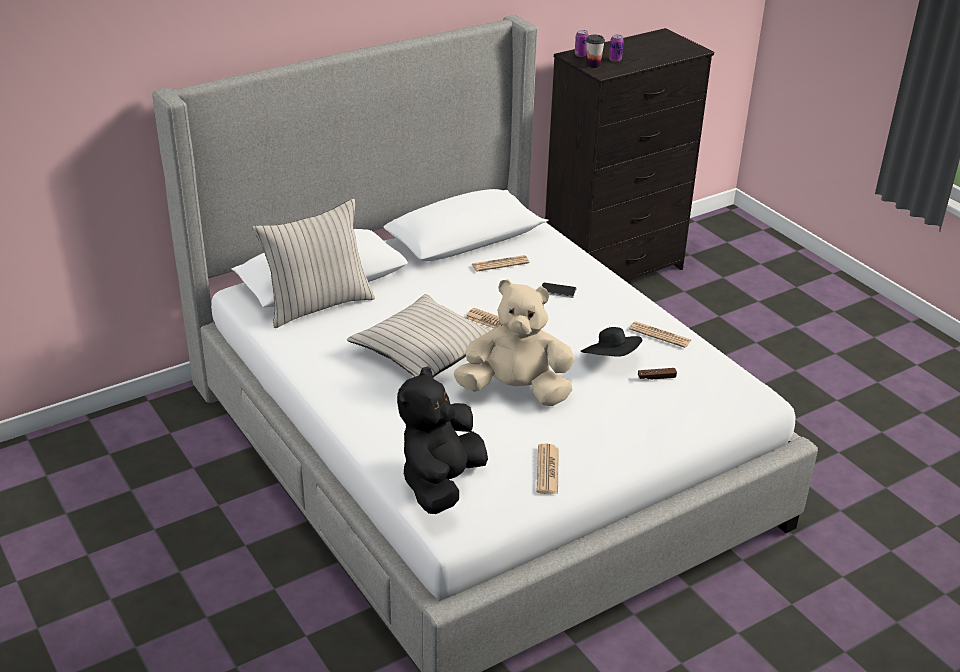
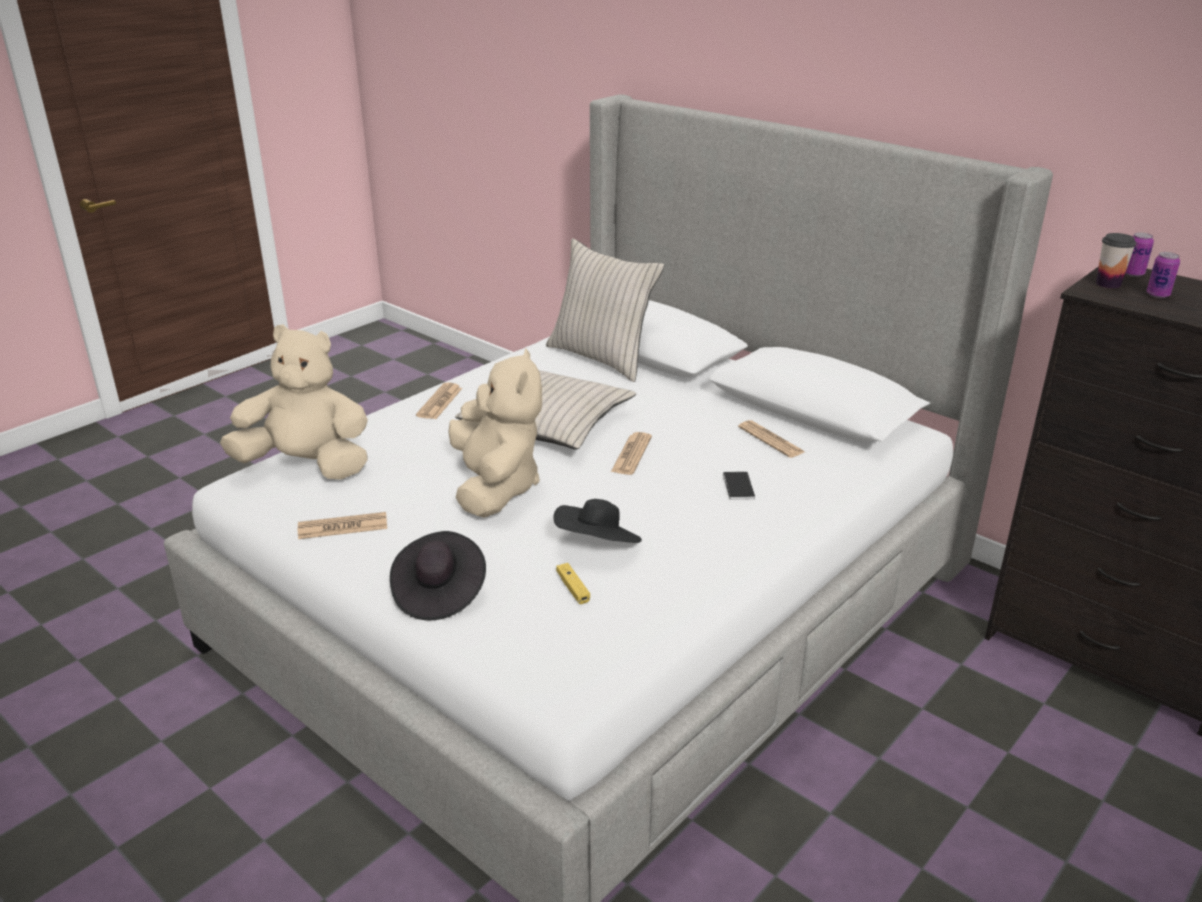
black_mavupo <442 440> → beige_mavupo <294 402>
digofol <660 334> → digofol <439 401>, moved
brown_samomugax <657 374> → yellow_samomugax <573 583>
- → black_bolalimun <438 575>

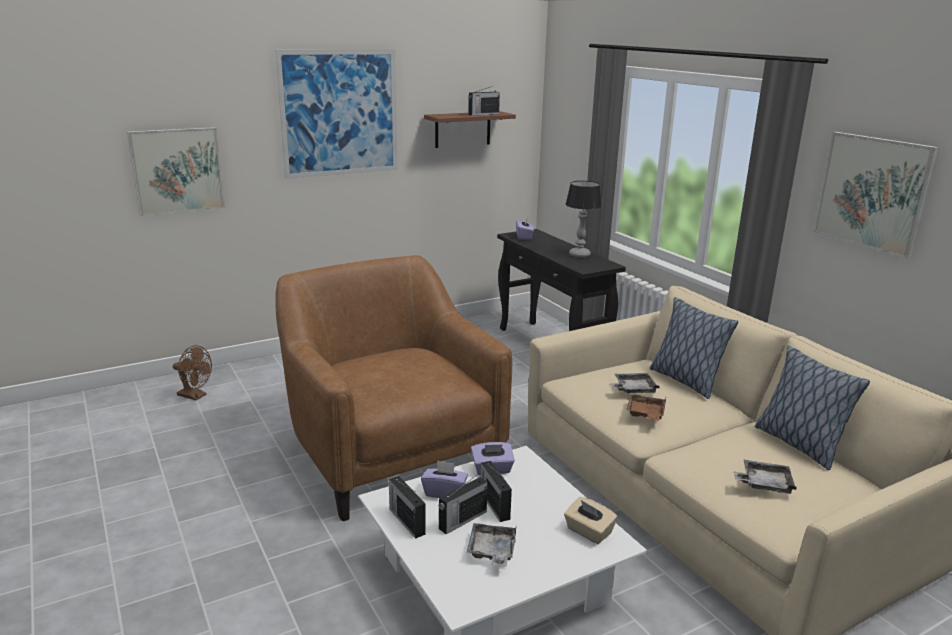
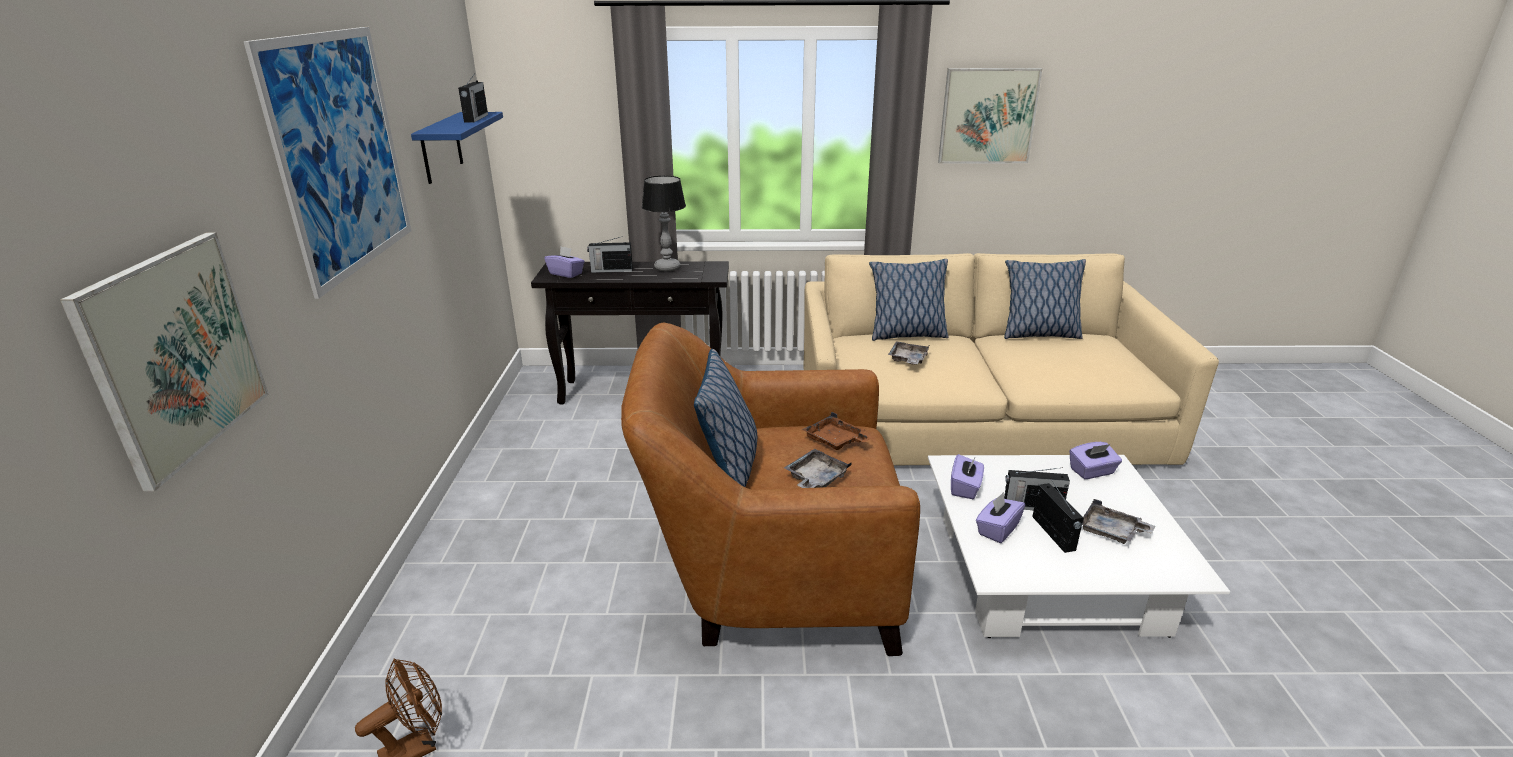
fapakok <407 507> → fapakok <610 254>, moved
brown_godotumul <470 129> → blue_godotumul <457 148>
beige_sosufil <591 520> → purple_sosufil <1096 460>
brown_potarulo <646 407> → brown_potarulo <837 431>, moved
grey_potarulo <765 477> → grey_potarulo <818 468>, moved
- → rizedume <725 418>

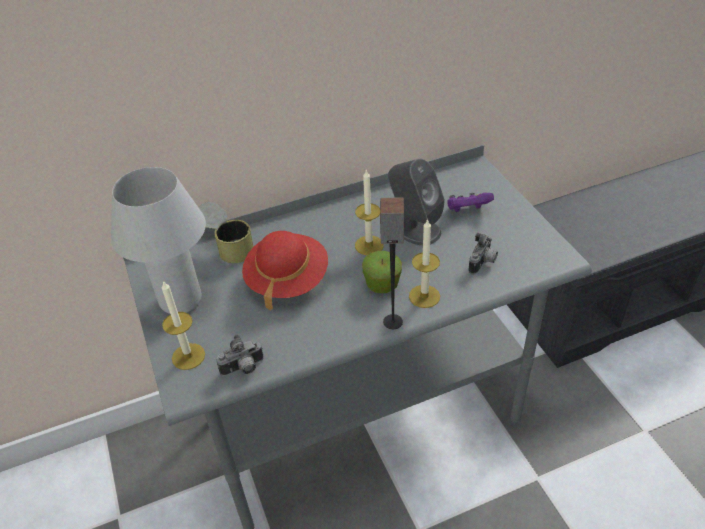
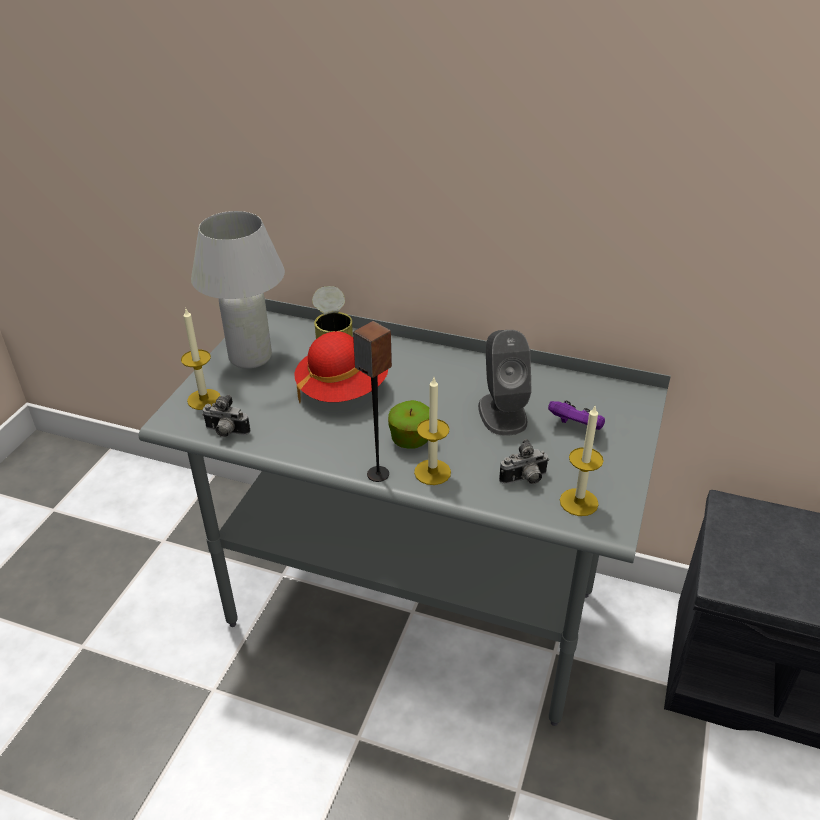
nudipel <369 212> → nudipel <582 461>, moved

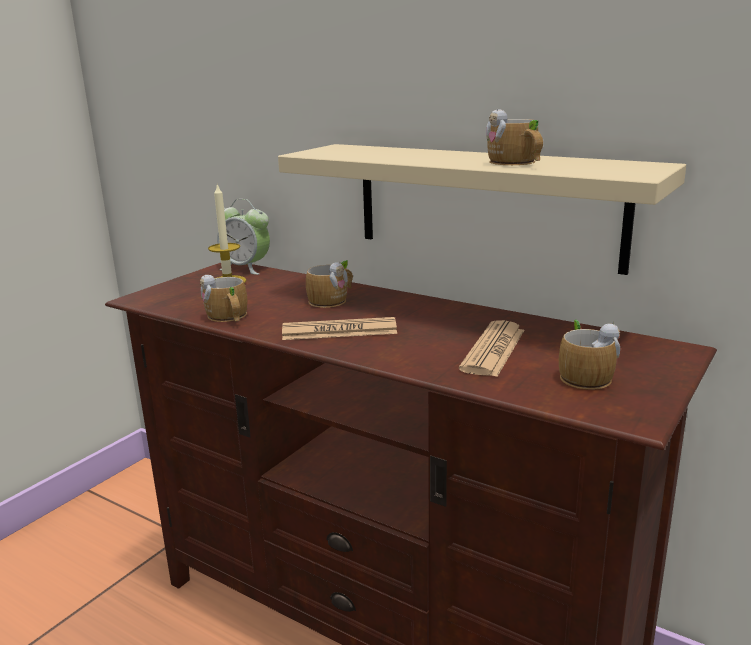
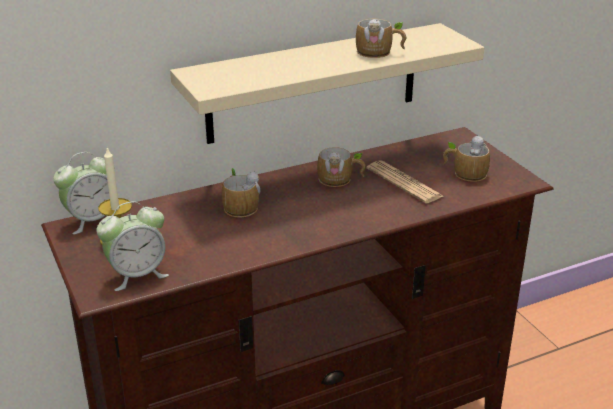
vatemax <224 298> → vatemax <341 167>, moved
digofol <339 328> → -
- → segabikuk <132 246>

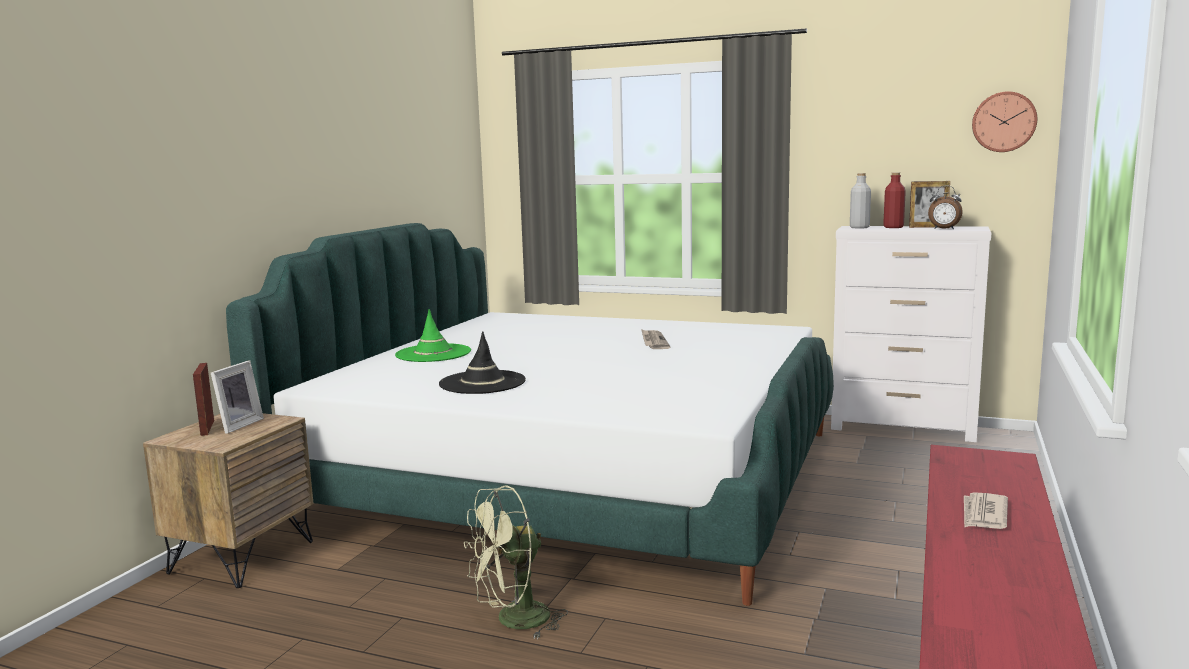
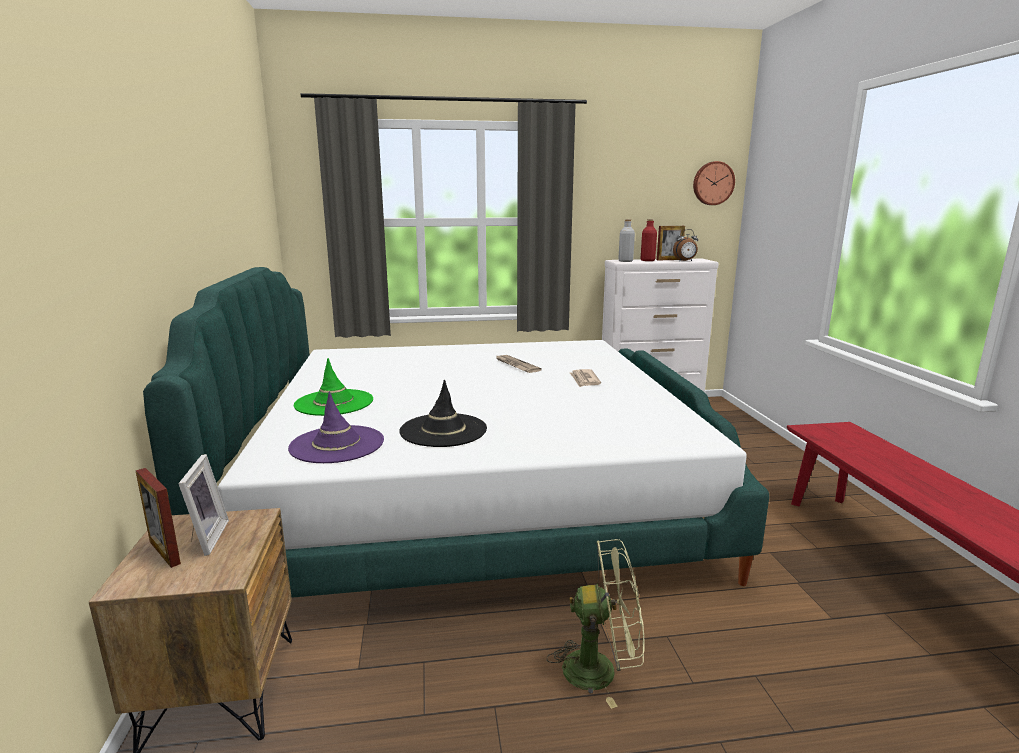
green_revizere <516 562> → green_revizere <596 624>, 120 degrees counterclockwise
digofol <986 510> → digofol <585 378>, moved
- → purple_bolalimun <336 427>

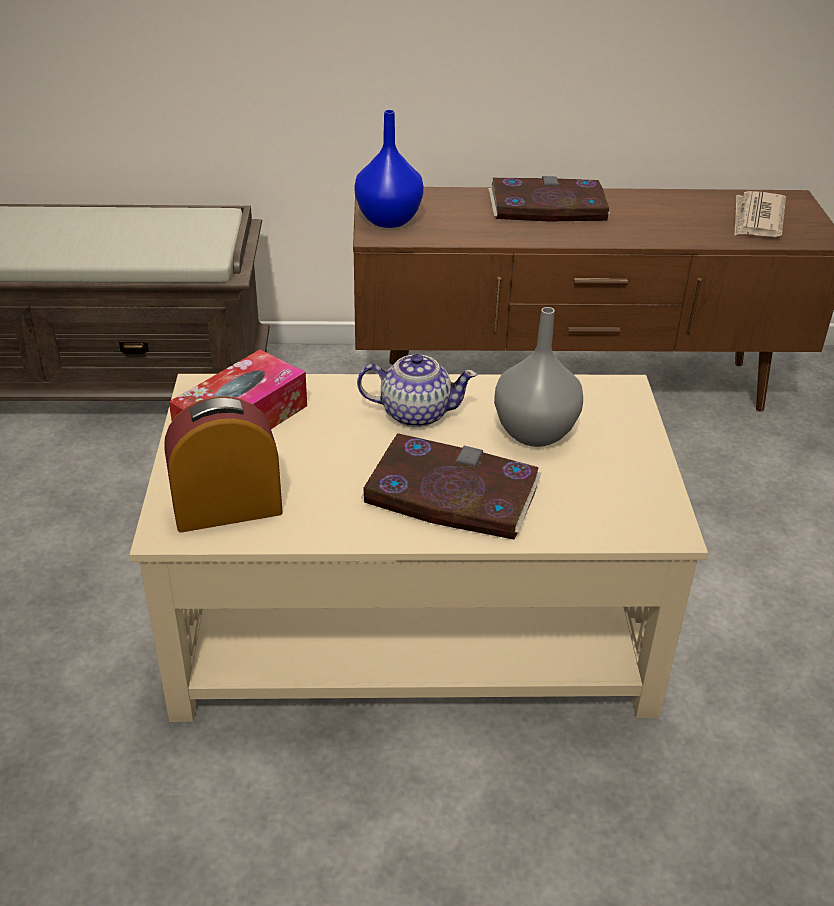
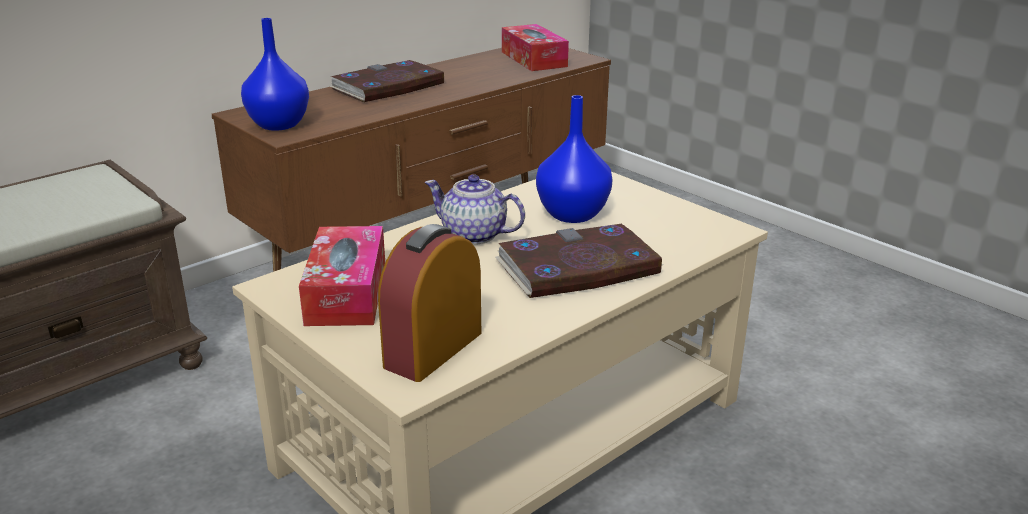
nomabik <417 390> → nomabik <474 209>, 120 degrees counterclockwise
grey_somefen <538 377> → blue_somefen <574 159>
digofol <760 214> → sosufil <535 47>

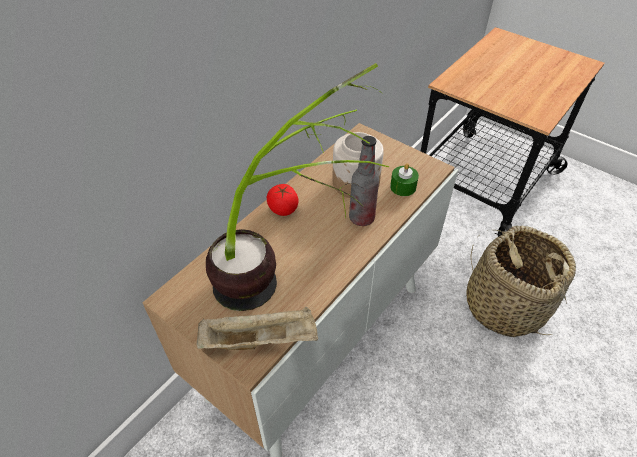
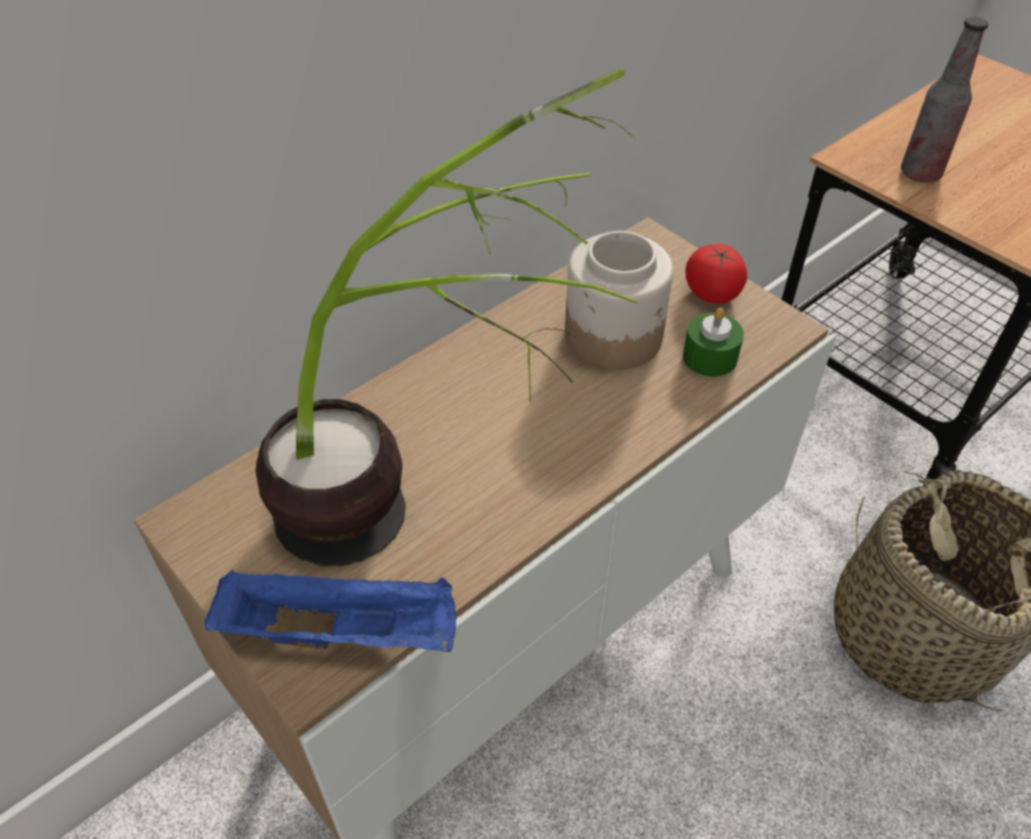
beige_potarulo <257 328> → blue_potarulo <330 610>
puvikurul <283 200> → puvikurul <716 274>, moved
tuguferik <364 181> → tuguferik <944 100>, moved

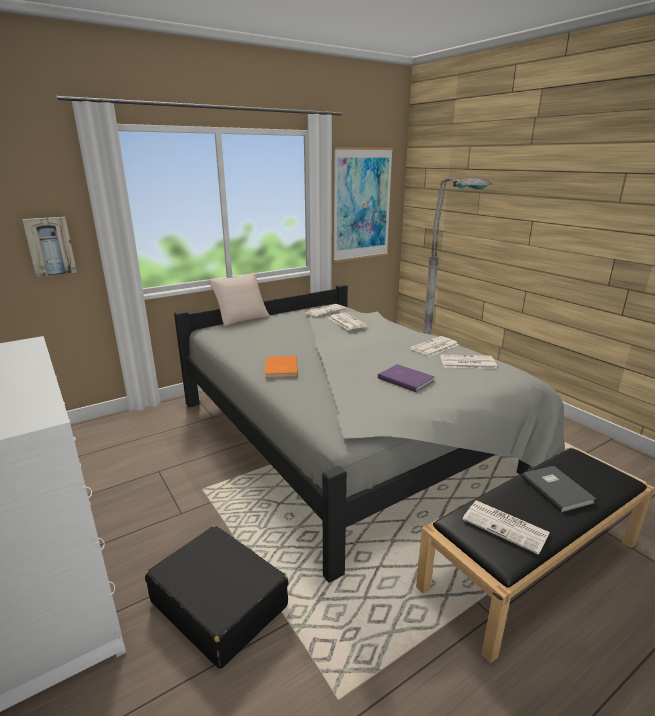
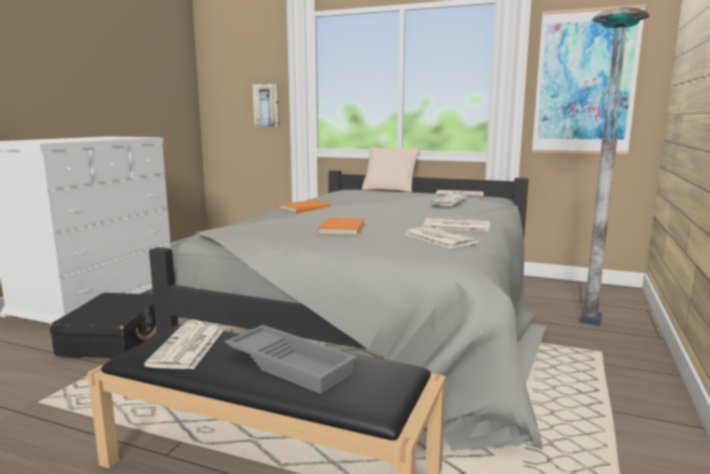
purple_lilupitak <406 378> → orange_lilupitak <341 227>
grey_lilupitak <559 489> → grey_potarulo <291 359>

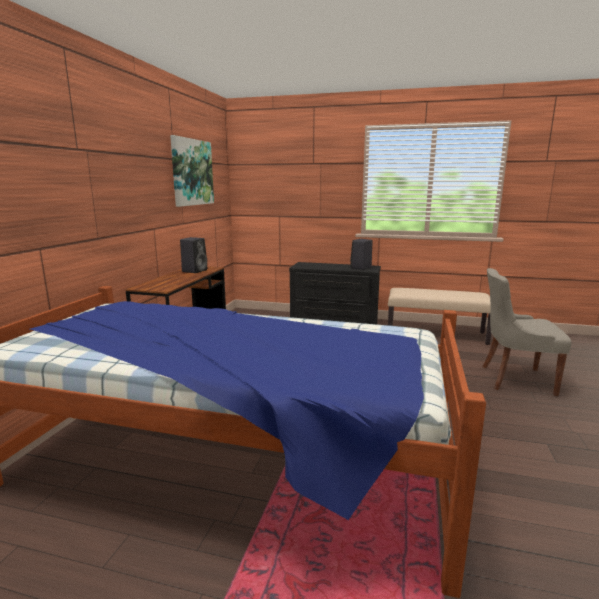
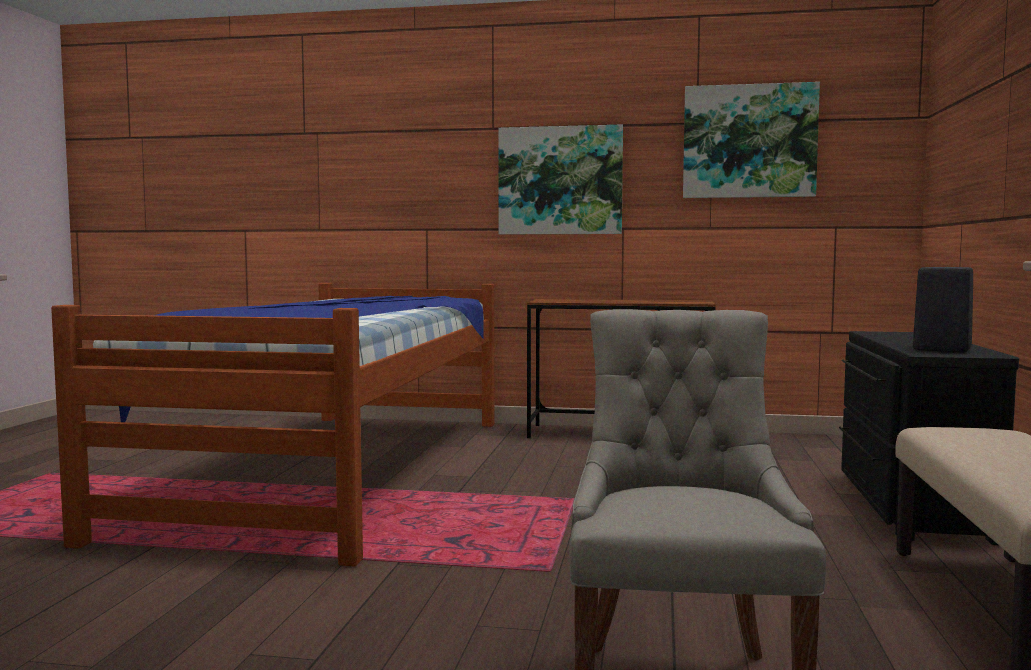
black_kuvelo <193 255> → -
- → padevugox <560 179>

